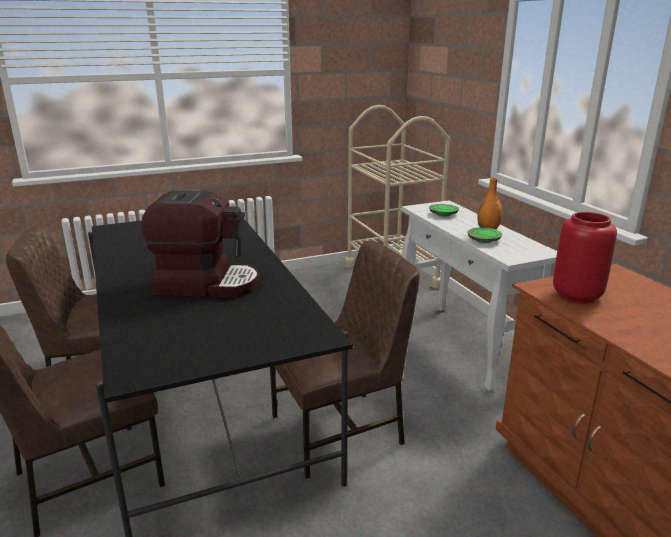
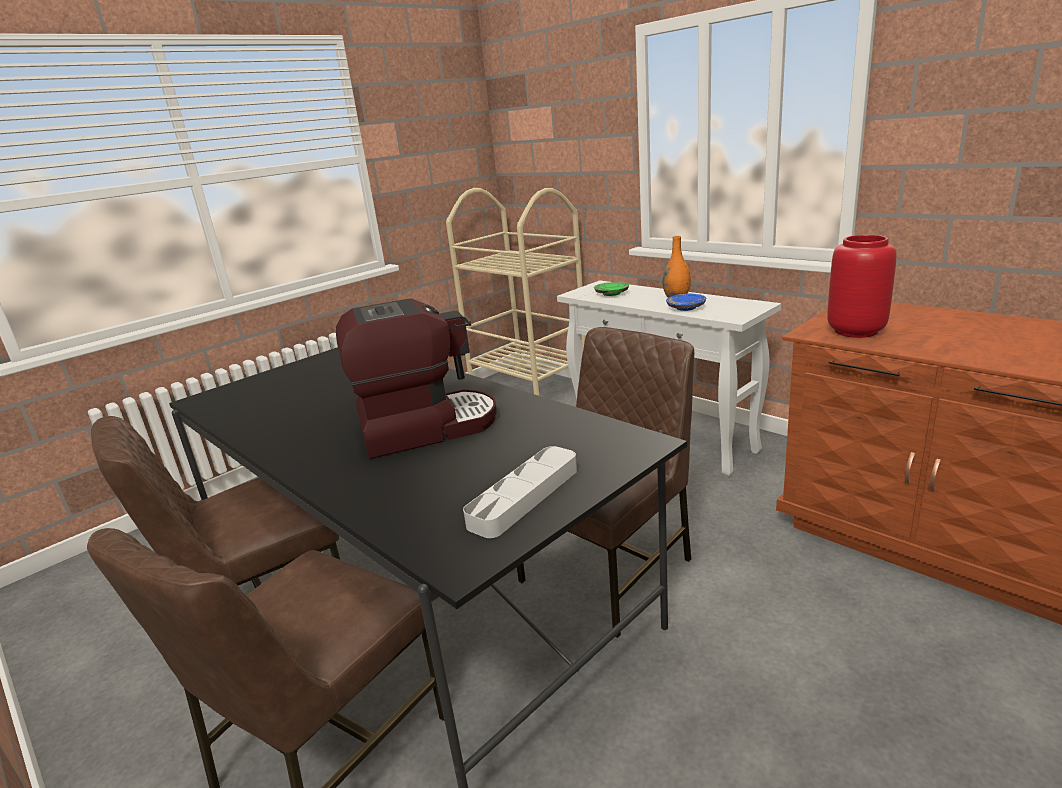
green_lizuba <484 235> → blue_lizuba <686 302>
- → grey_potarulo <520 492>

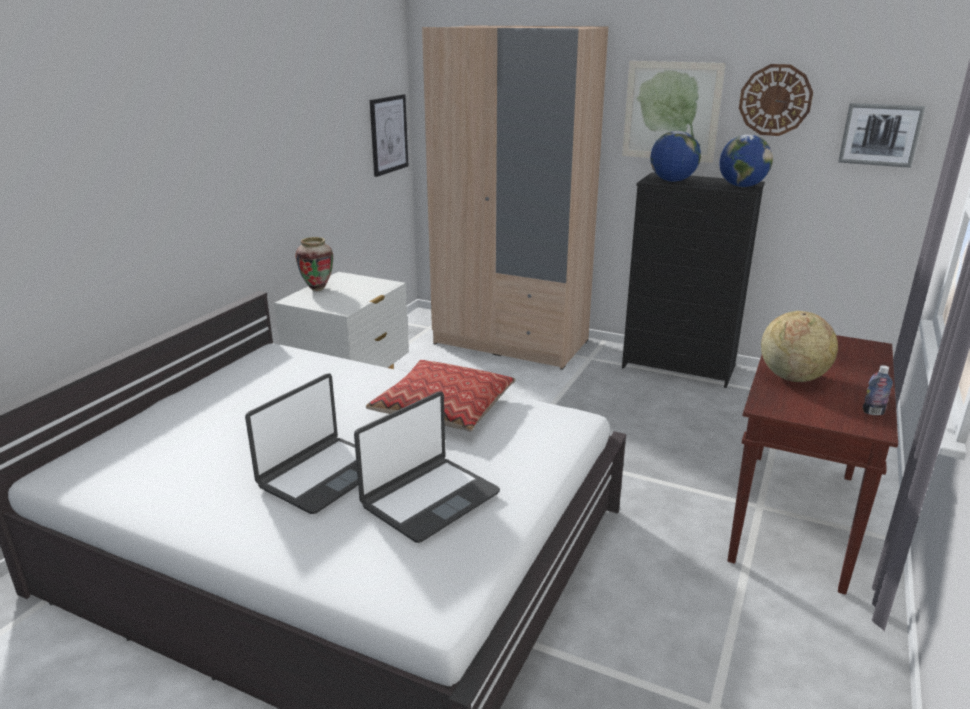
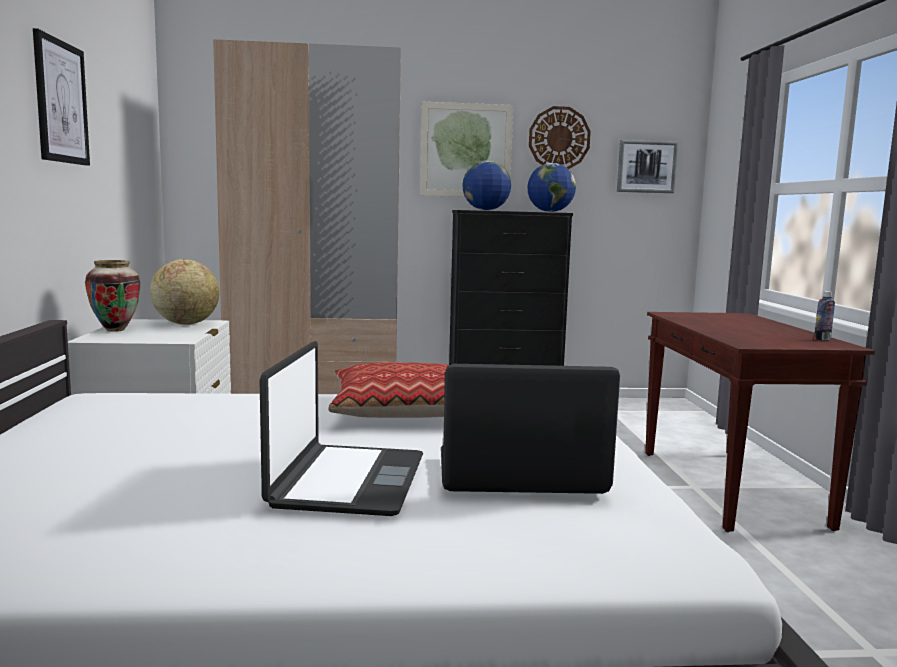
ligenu <427 467> → ligenu <530 429>, 105 degrees counterclockwise
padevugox <389 135> → padevugox <61 97>, moved
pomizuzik <799 346> → pomizuzik <184 292>, moved

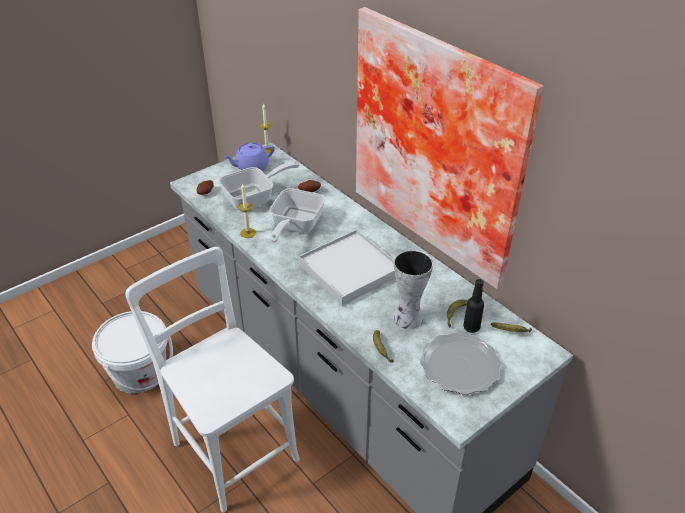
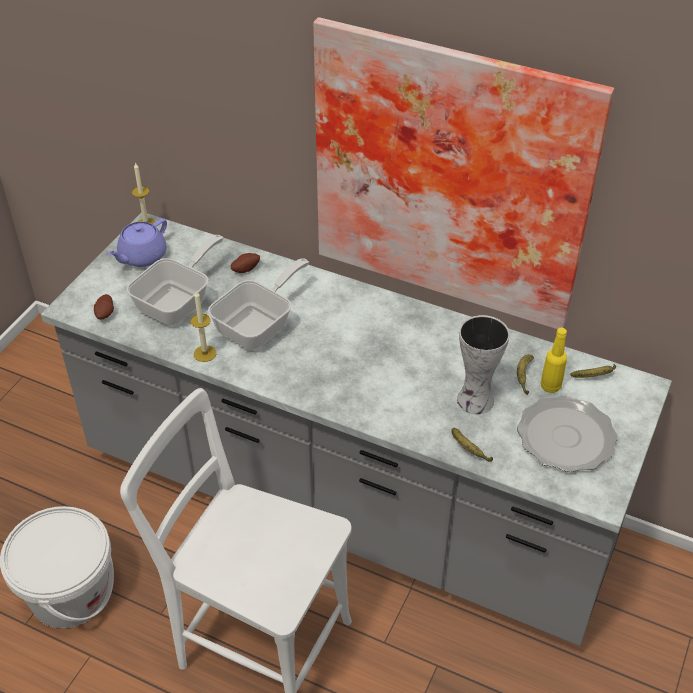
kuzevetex <297 215> → kuzevetex <258 304>, 135 degrees counterclockwise
white_potarulo <347 267> → -
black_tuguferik <473 306> → yellow_tuguferik <553 360>

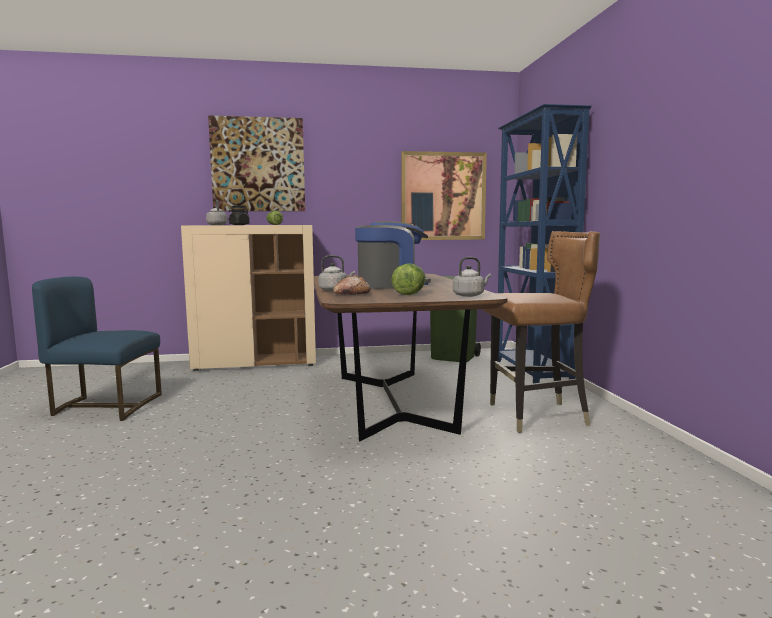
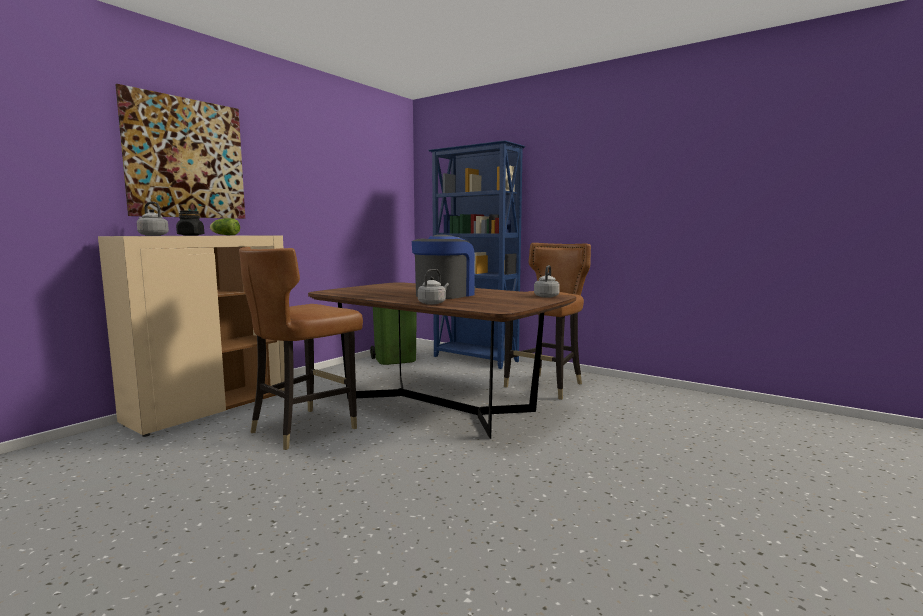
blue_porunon <97 348> → -
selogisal <352 285> → -
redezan <409 279> → -
padevugox <444 195> → -
- → brown_porunon <301 348>

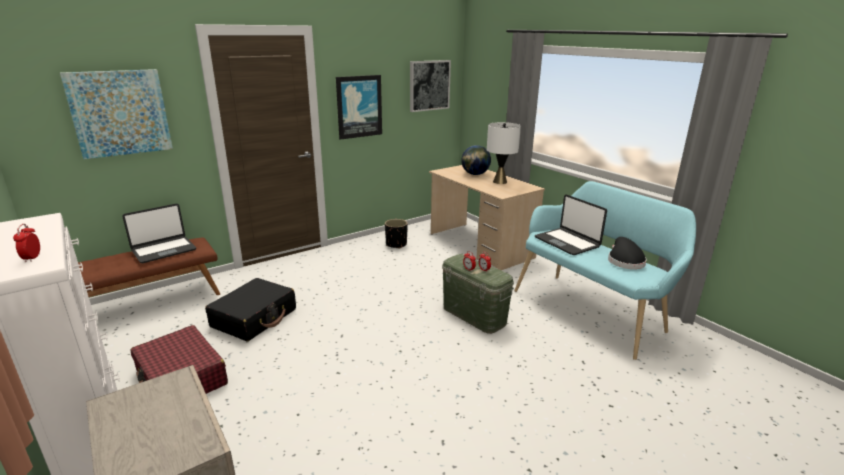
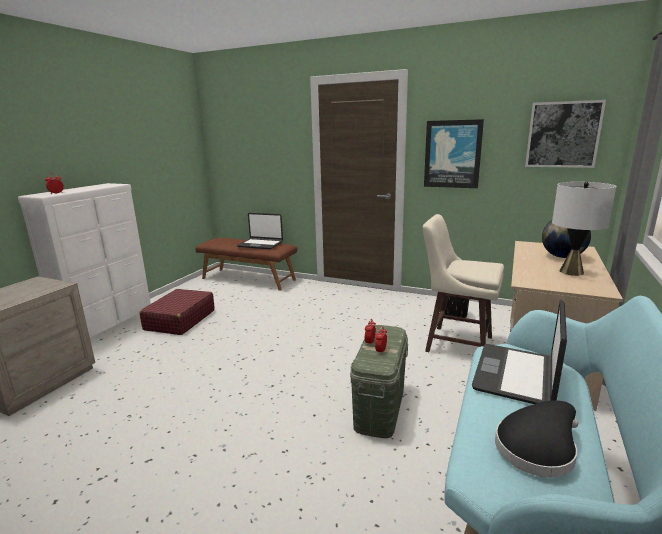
padevugox <116 114> → -
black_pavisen <250 309> → -
- → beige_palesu <463 283>

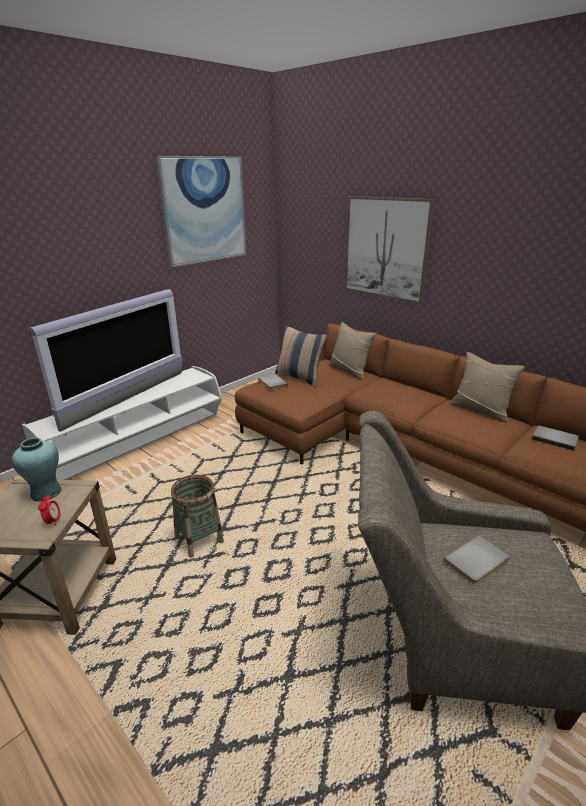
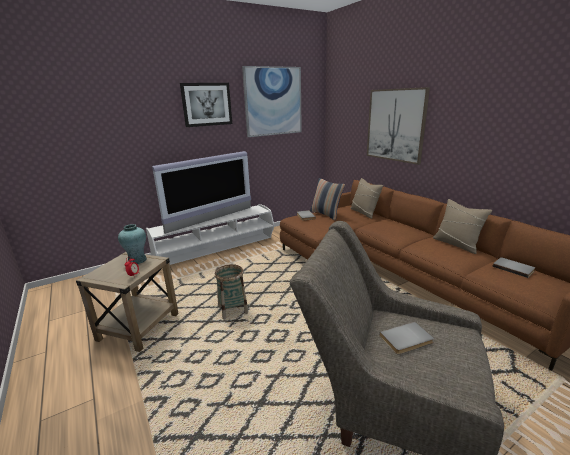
- → padevugox <206 105>

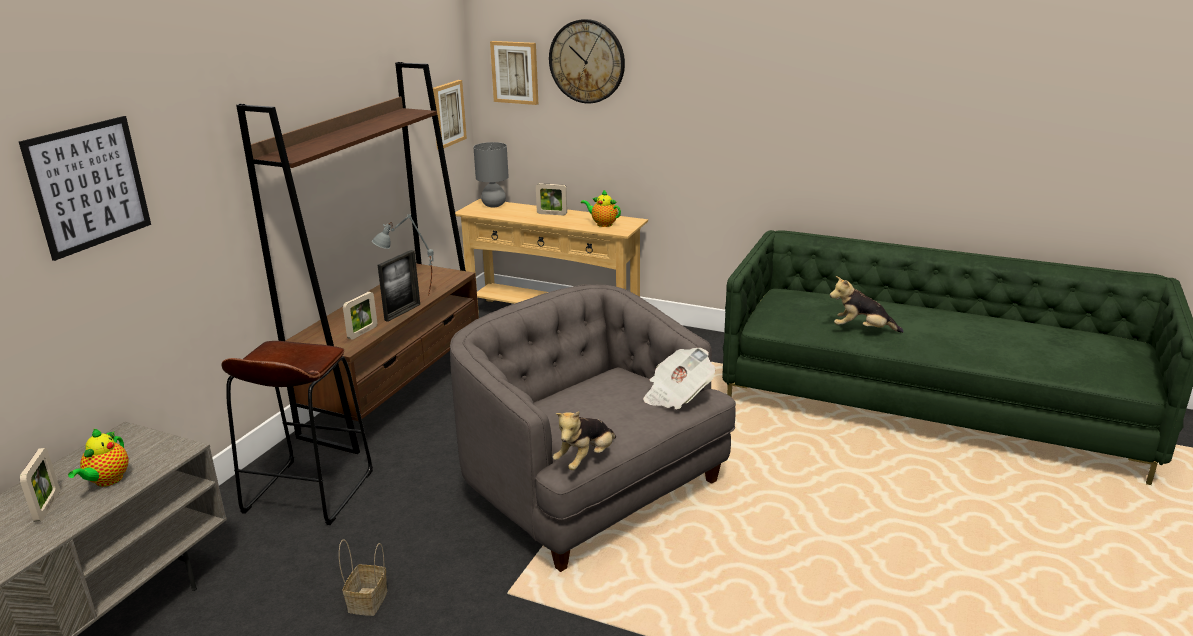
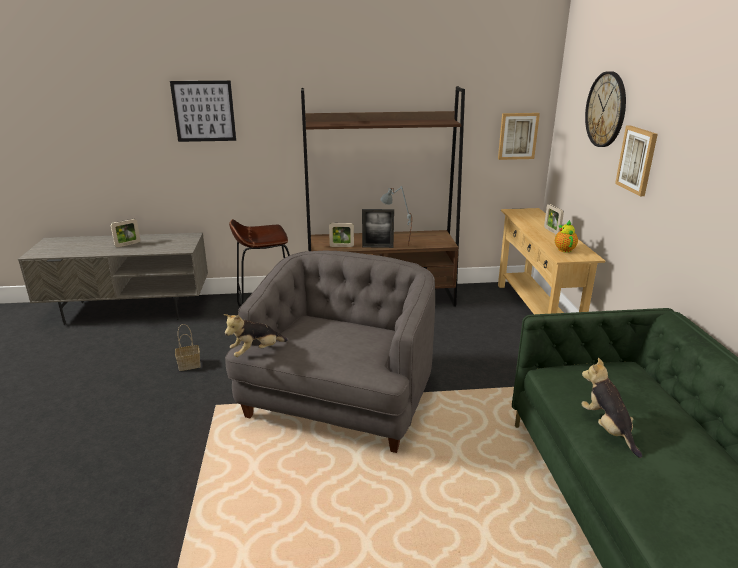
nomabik <98 458> → -
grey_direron <491 174> → -
padevugox <514 73> → padevugox <636 160>, moved
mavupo <584 440> → mavupo <256 335>, 45 degrees counterclockwise
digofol <679 378> → -

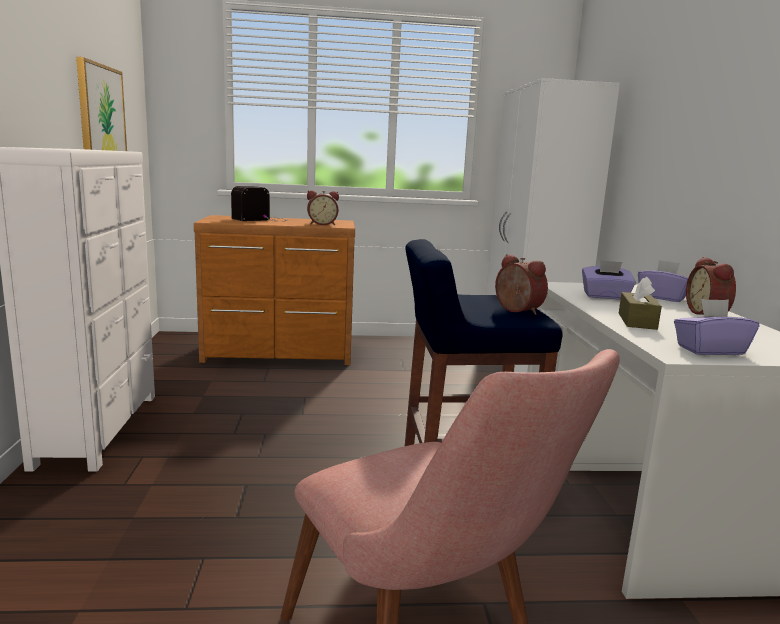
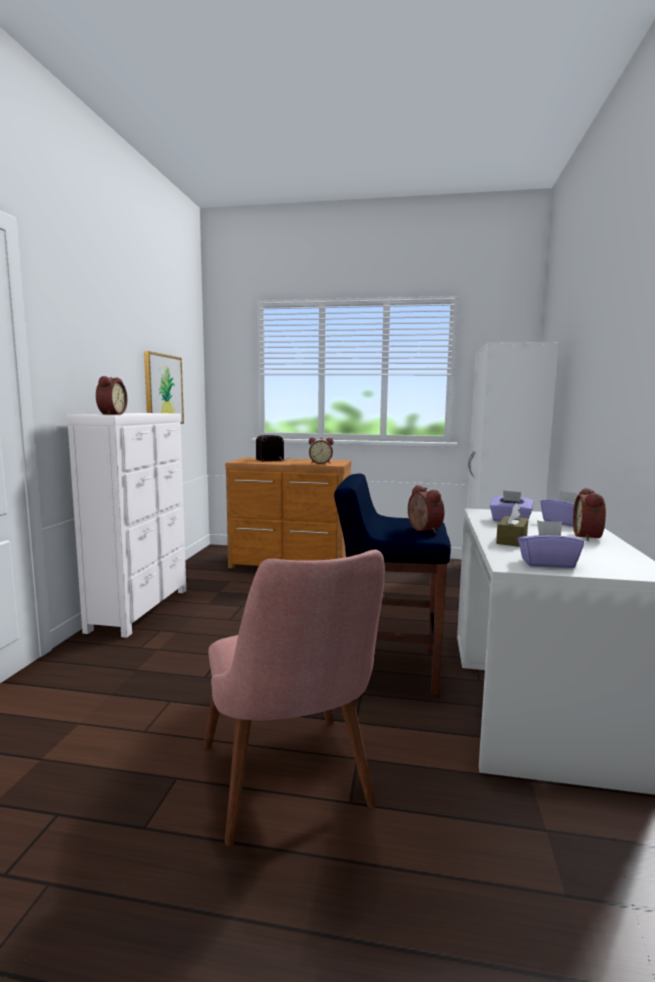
- → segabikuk <111 395>

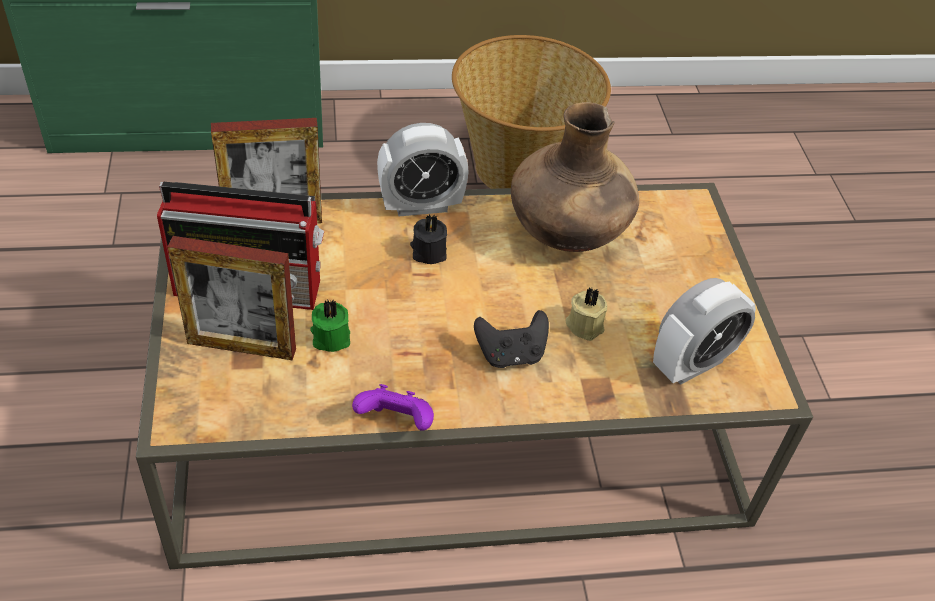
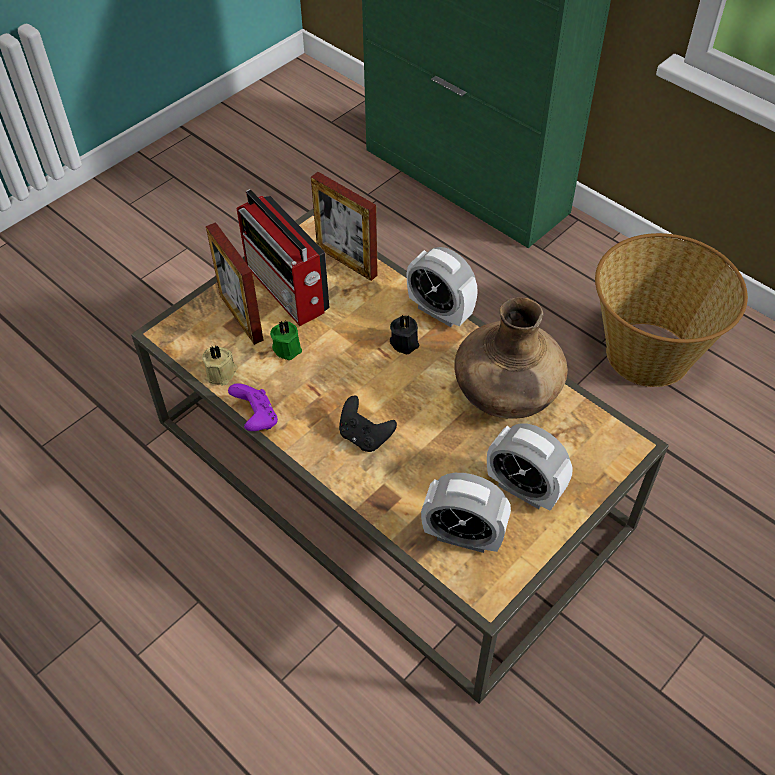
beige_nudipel <586 314> → beige_nudipel <220 365>, moved
- → segabikuk <530 467>

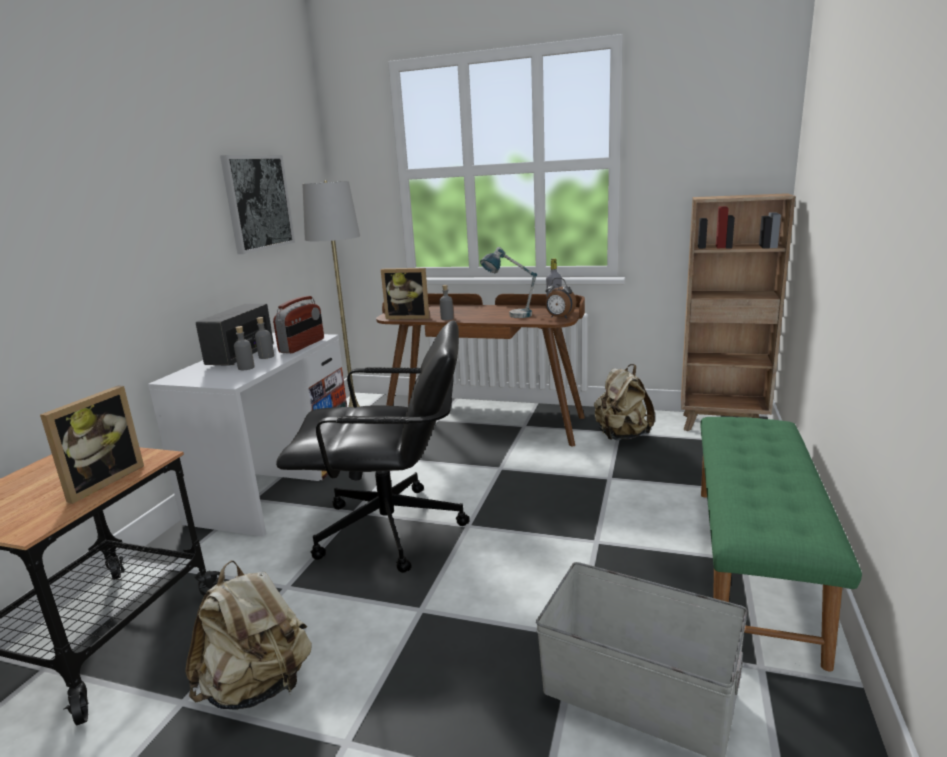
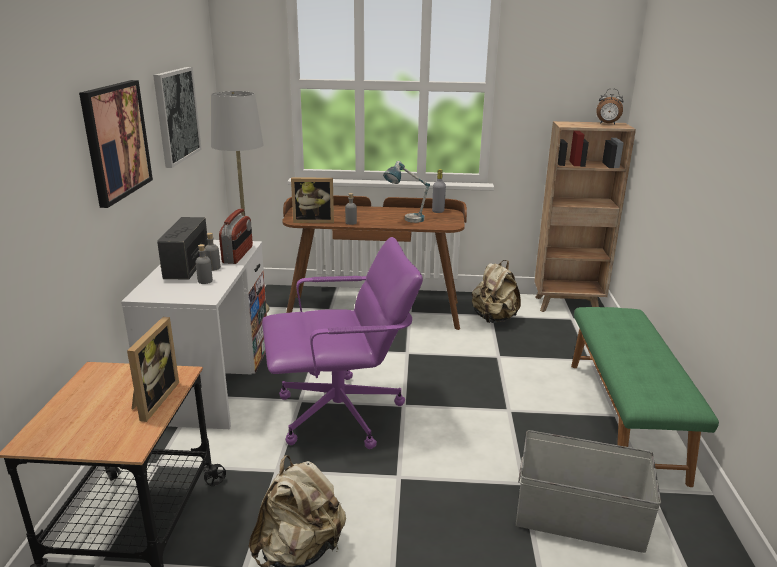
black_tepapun <373 446> → purple_tepapun <342 343>
segabikuk <561 298> → segabikuk <610 106>, moved
- → padevugox <116 144>

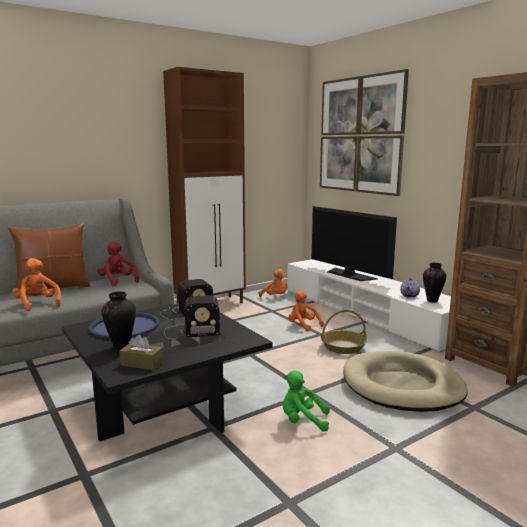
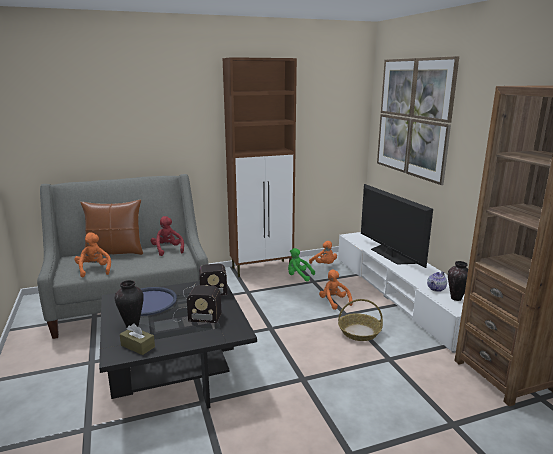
green_mavupo <306 401> → green_mavupo <301 264>, moved
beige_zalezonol <405 381> → -

